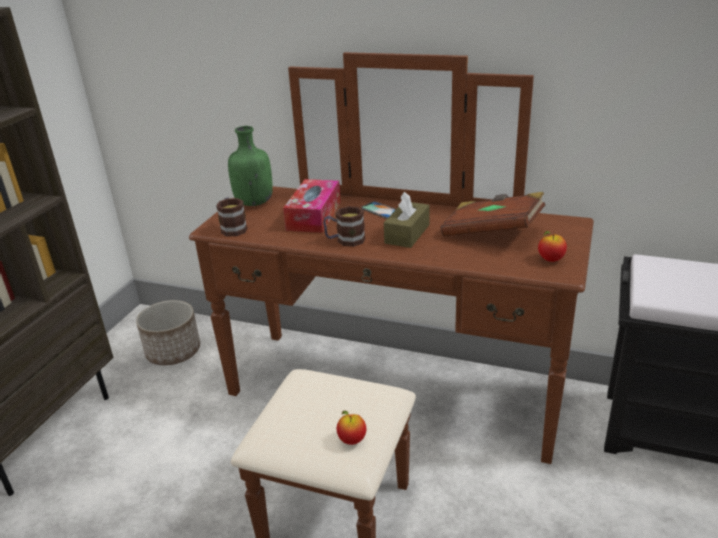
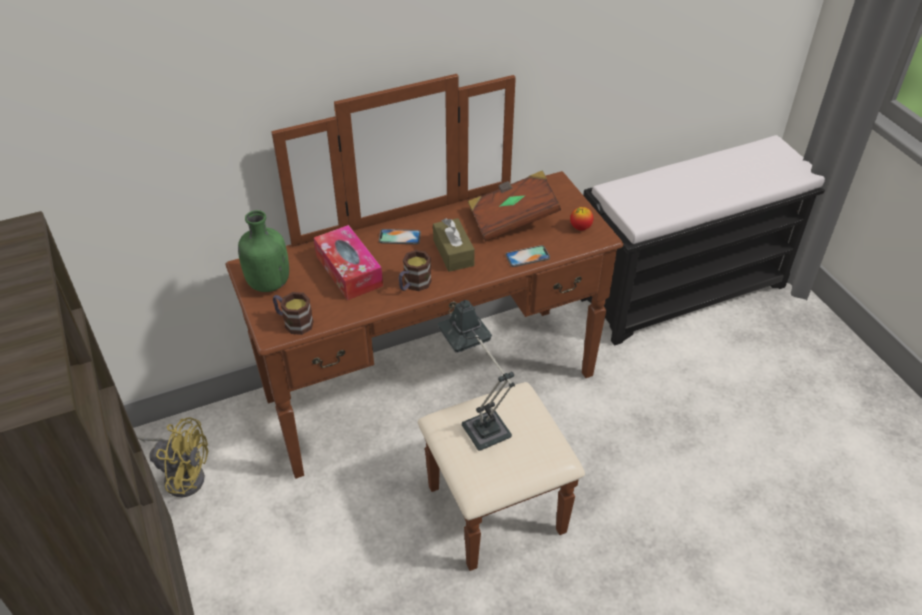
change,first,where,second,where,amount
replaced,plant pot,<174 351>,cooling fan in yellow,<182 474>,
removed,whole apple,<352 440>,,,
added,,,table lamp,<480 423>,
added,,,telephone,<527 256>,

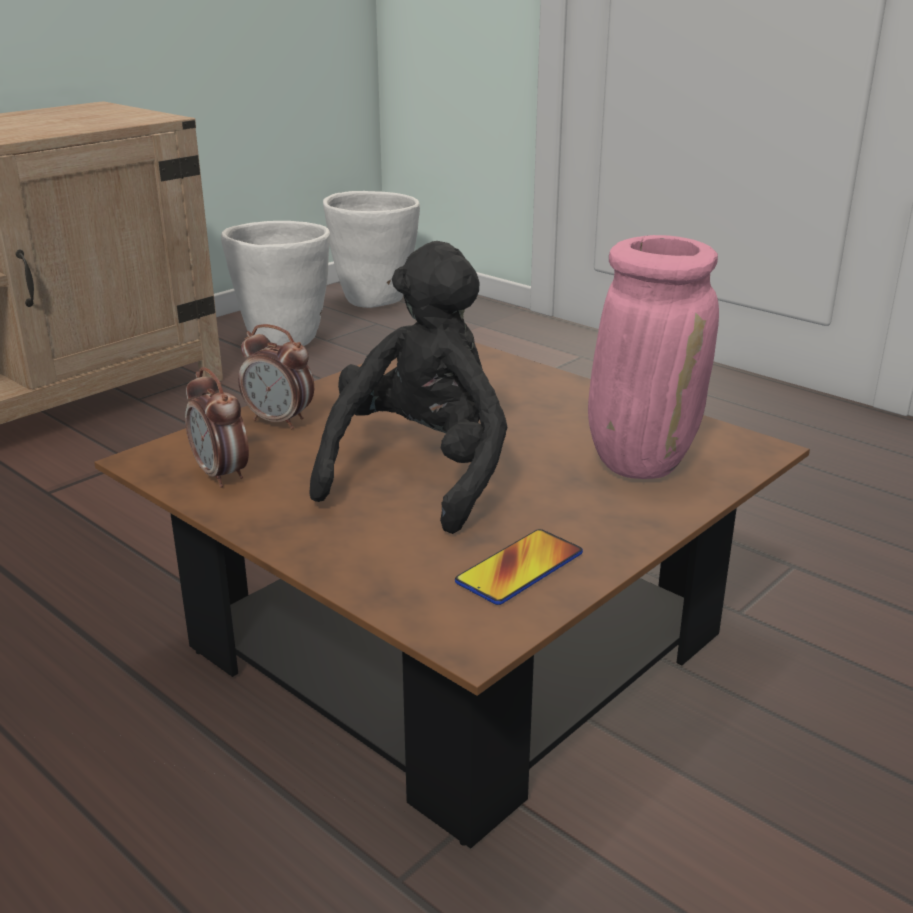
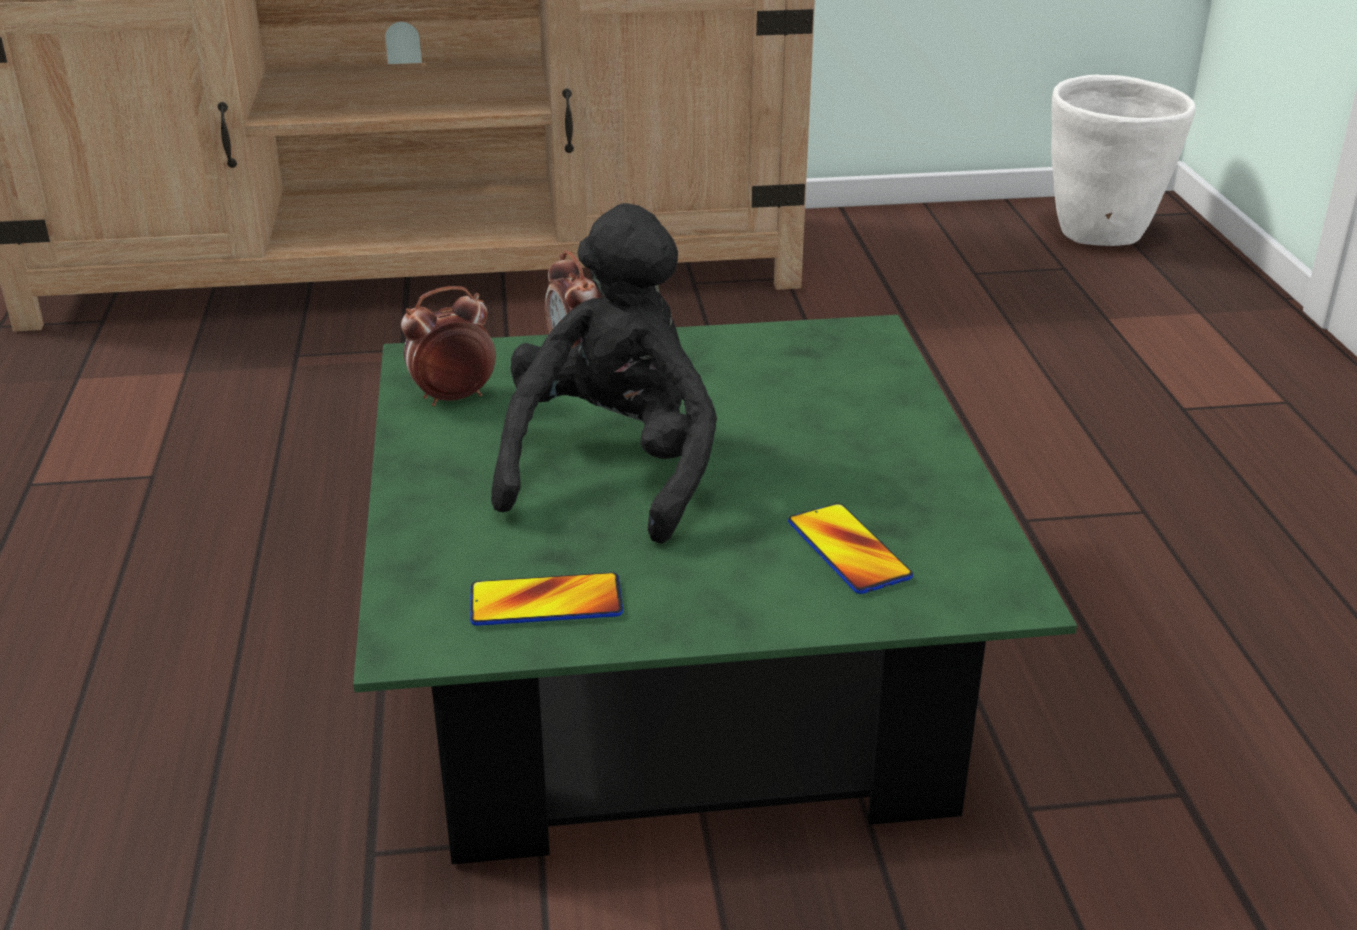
change,first,where,second,where,amount
recoloured,coffee table in brown-coloured,<456 642>,coffee table in greenish,<678 677>,
turned,table clock,<222 475>,,<453 398>,60 degrees clockwise
removed,plant pot in white,<284 341>,,,
turned,plush toy in black-coloured,<420 473>,,<613 468>,45 degrees counterclockwise
replaced,vase in pink-coloured,<641 461>,telephone,<848 550>,

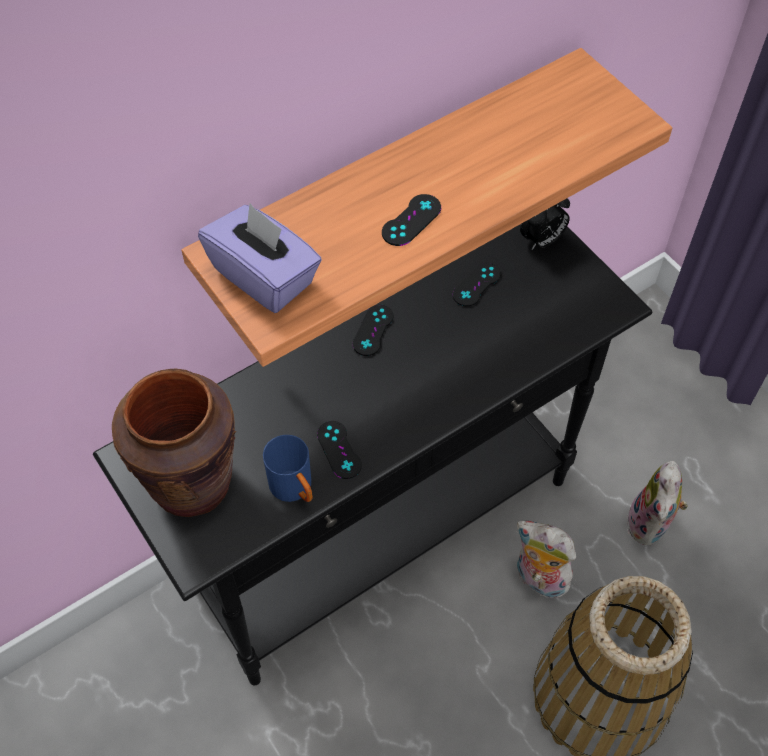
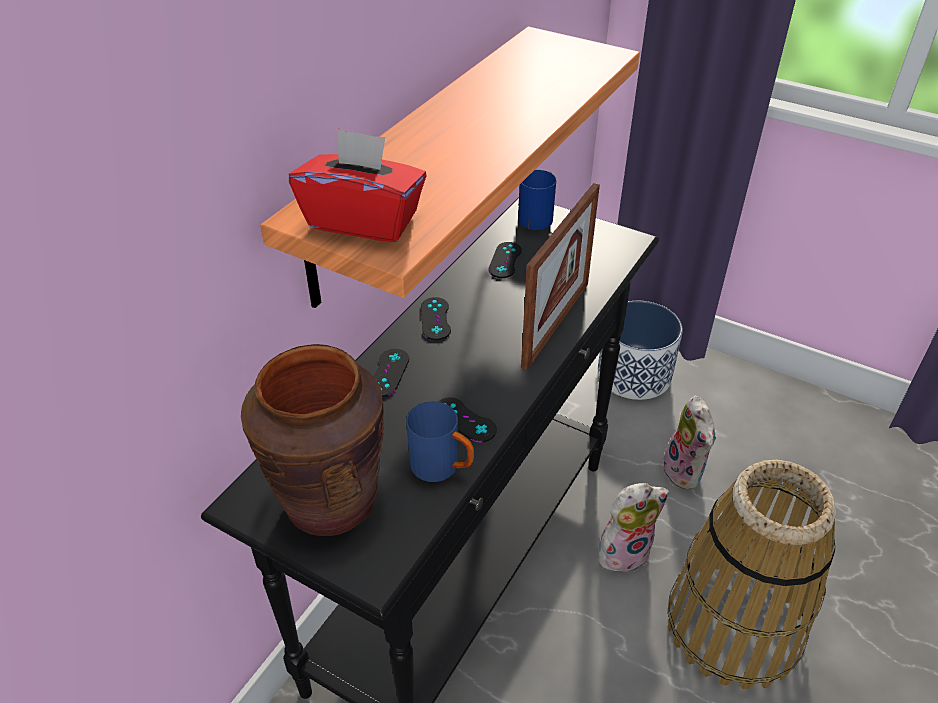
change,first,where,second,where,amount
recoloured,box of tissues in purple,<264 276>,box of tissues in reddish,<363 220>,
moved,joypad in black-coloured,<411 220>,,<388 373>,
turned,plush toy,<538 579>,,<623 551>,150 degrees clockwise
replaced,table clock,<542 240>,coffee mug in bluish,<538 217>,
added,,,picture frame,<556 323>,
added,,,plant pot,<634 374>,

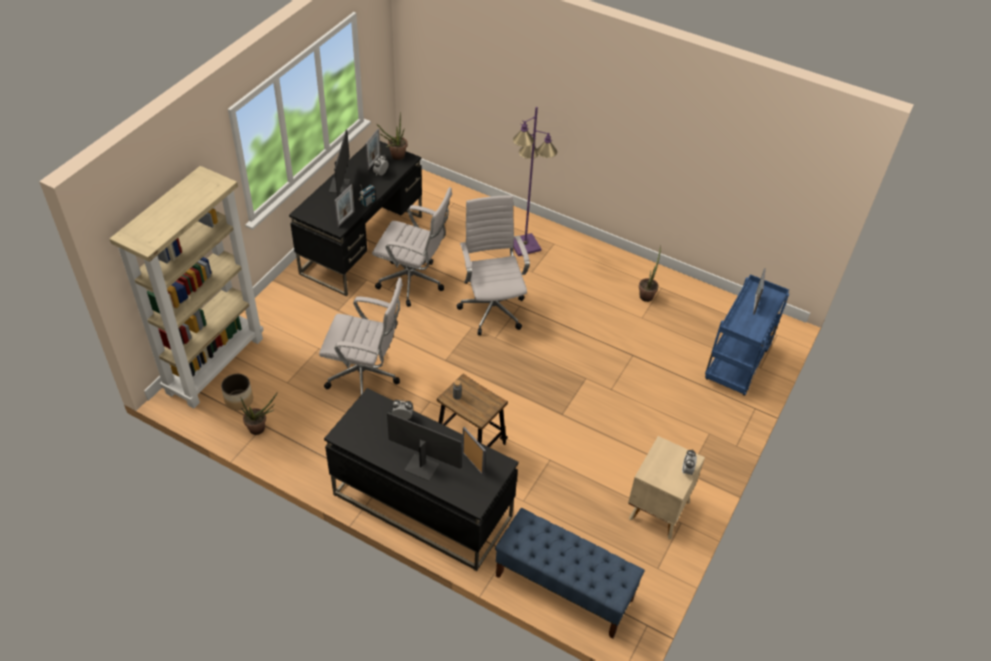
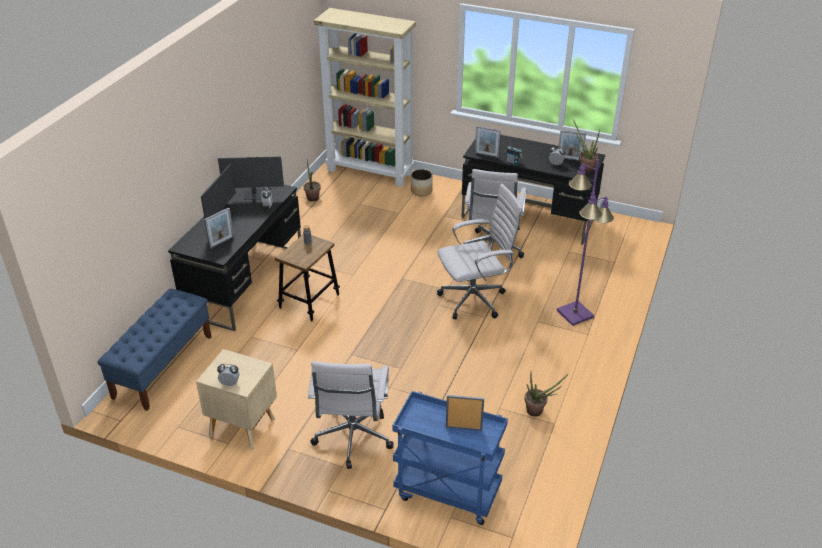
change,first,where,second,where,amount
moved,plant pot,<239 400>,,<421 191>,
moved,desk chair in white,<366 377>,,<352 440>,
moved,monitor,<340 185>,,<255 195>,

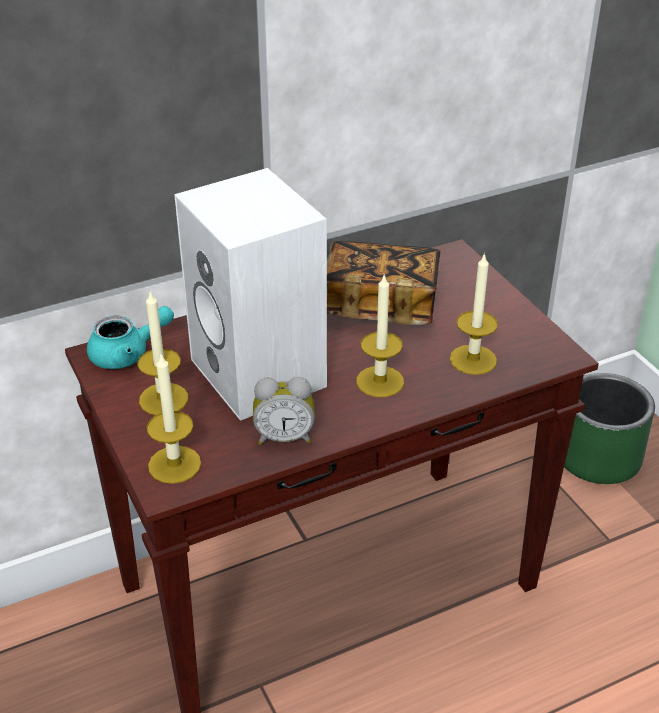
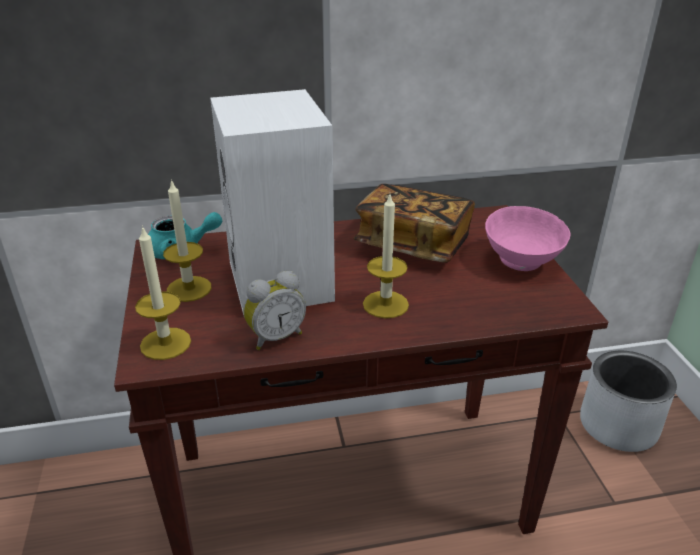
change,first,where,second,where,amount
turned,table clock,<284 437>,,<275 337>,45 degrees counterclockwise
removed,wax candle,<473 360>,,,
recoloured,plant pot in greenish,<598 457>,plant pot in greyish,<618 425>,
added,,,bowl in pink-coloured,<520 262>,

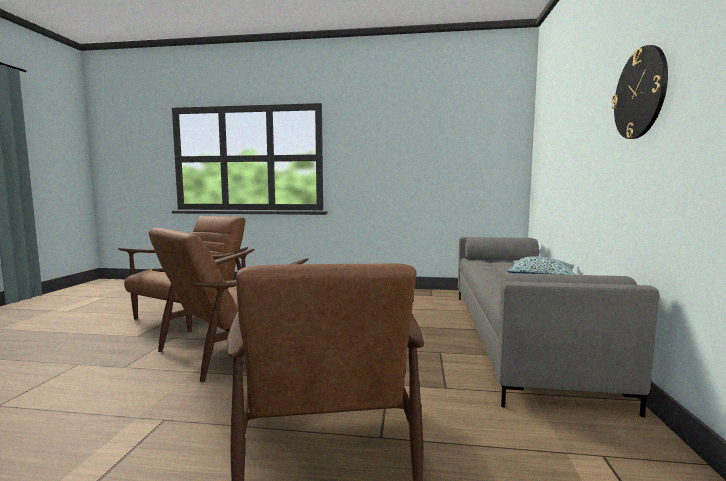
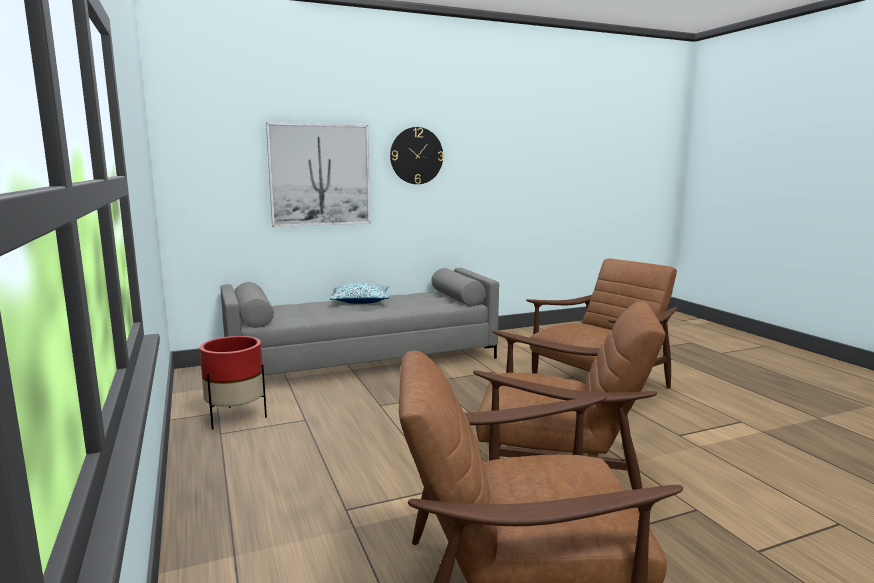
change,first,where,second,where,amount
added,,,plant pot in reddish,<236 417>,
added,,,wall picture,<320 175>,

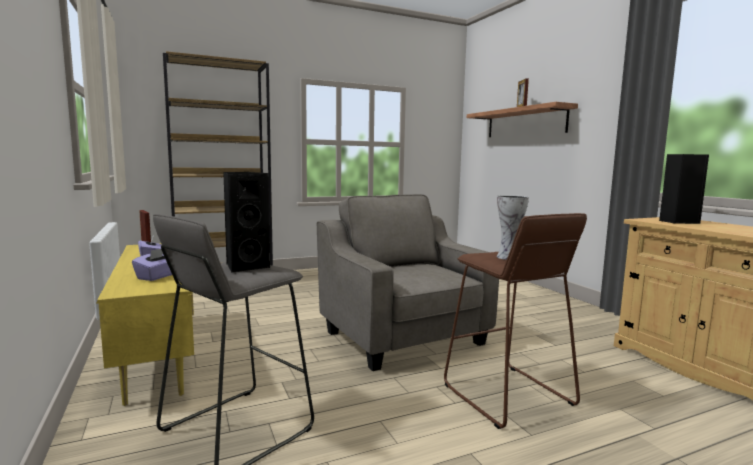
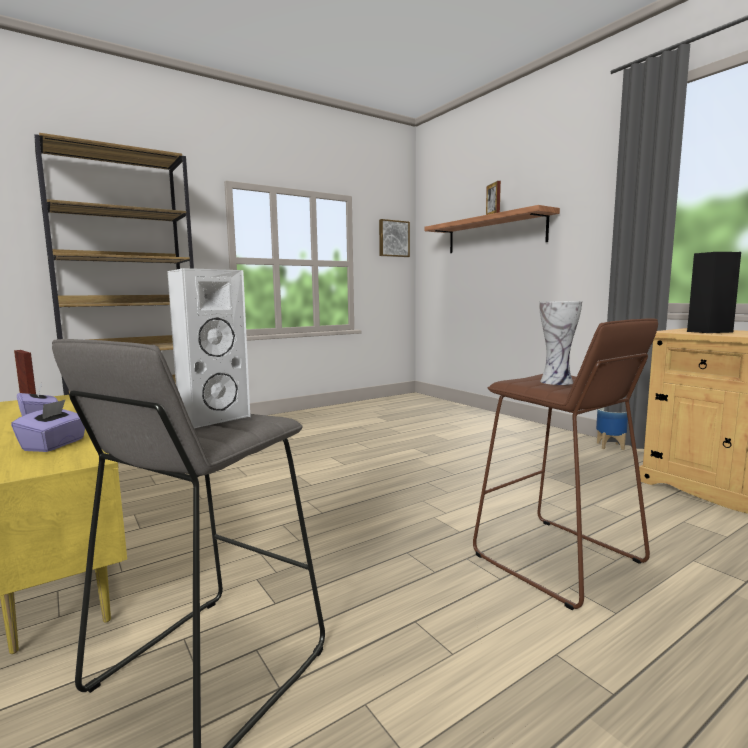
change,first,where,second,where,amount
recoloured,audio speaker in black-coloured,<245 266>,audio speaker in white,<211 418>,
removed,lounge chair in greyish,<404 337>,,,
added,,,wall picture,<393 238>,
added,,,plant pot,<610 446>,

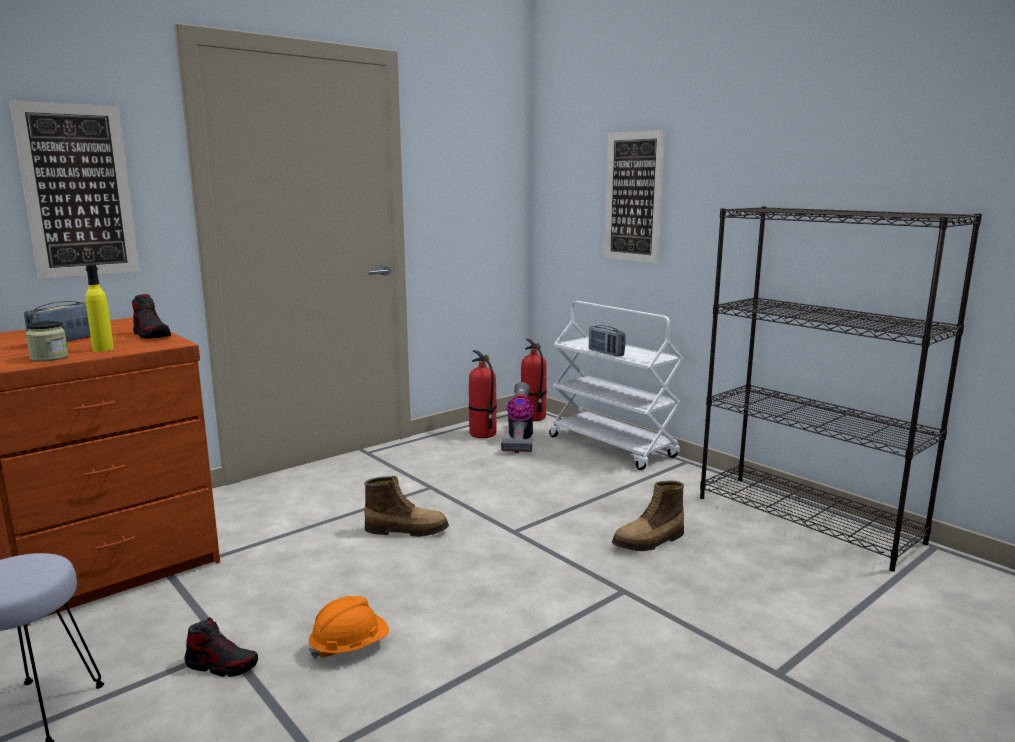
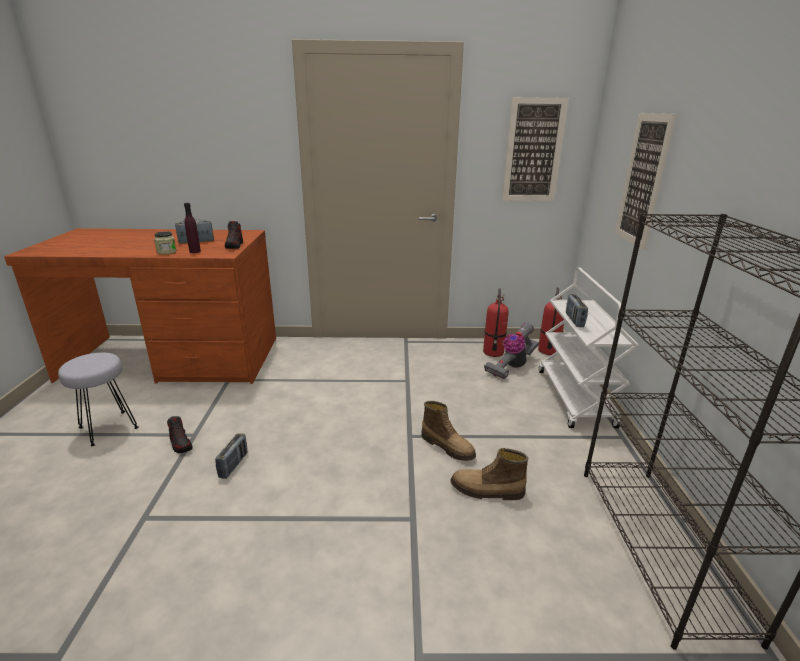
change,first,where,second,where,amount
moved,wall picture,<78 191>,,<533 151>,
recoloured,bottle in yellow,<103 349>,bottle in purple,<195 251>,
replaced,safety helmet in orangey,<350 647>,radio set,<233 465>,
moved,high-top boot,<407 530>,,<448 447>,

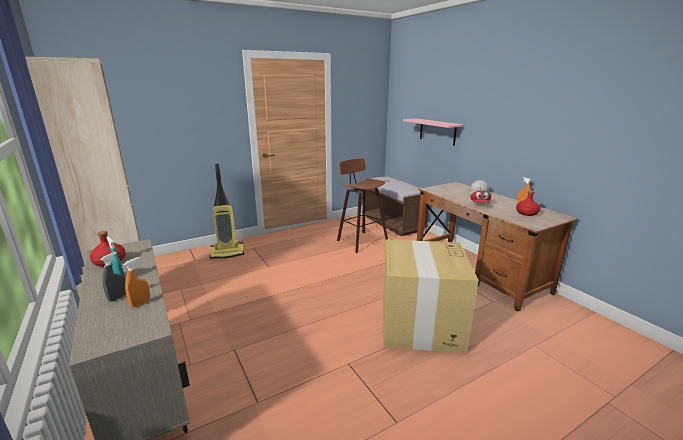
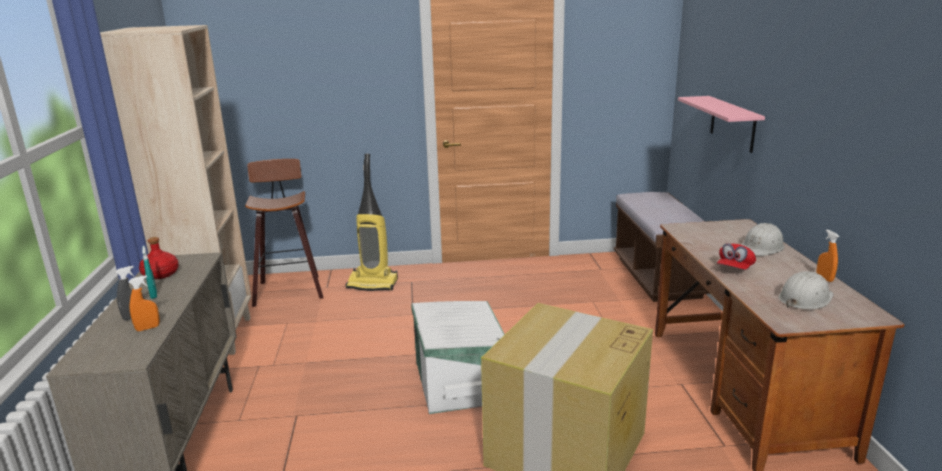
change,first,where,second,where,amount
moved,sitting stool,<360 241>,,<288 289>,
replaced,bottle in reddish,<526 213>,safety helmet in white,<805 298>,
added,,,storage container in white,<461 380>,

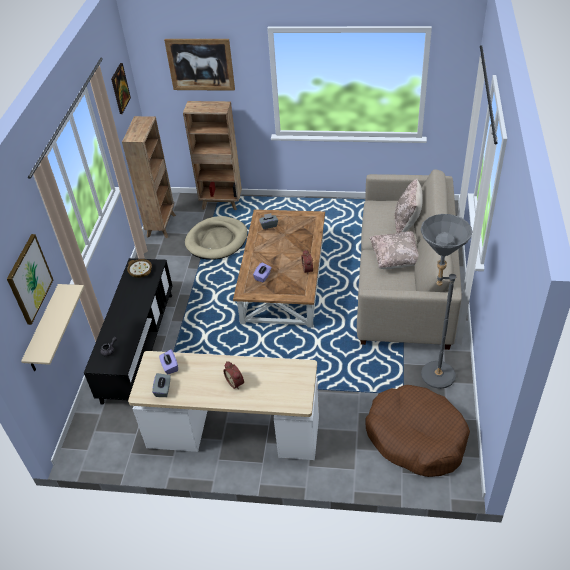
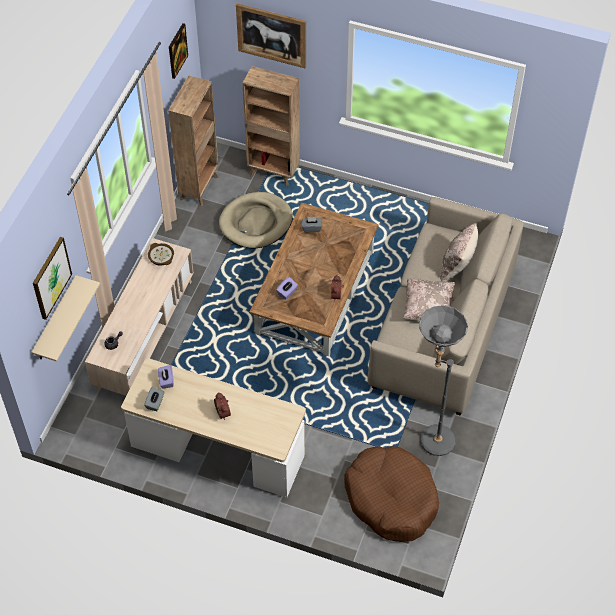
change,first,where,second,where,amount
recoloured,tv unit in black-coloured,<138 346>,tv unit in beige-coloured,<144 334>,

